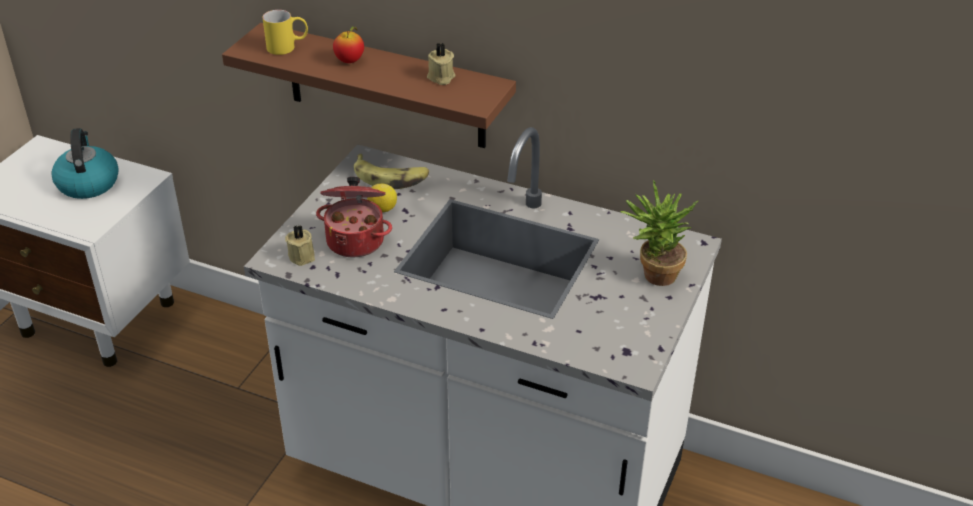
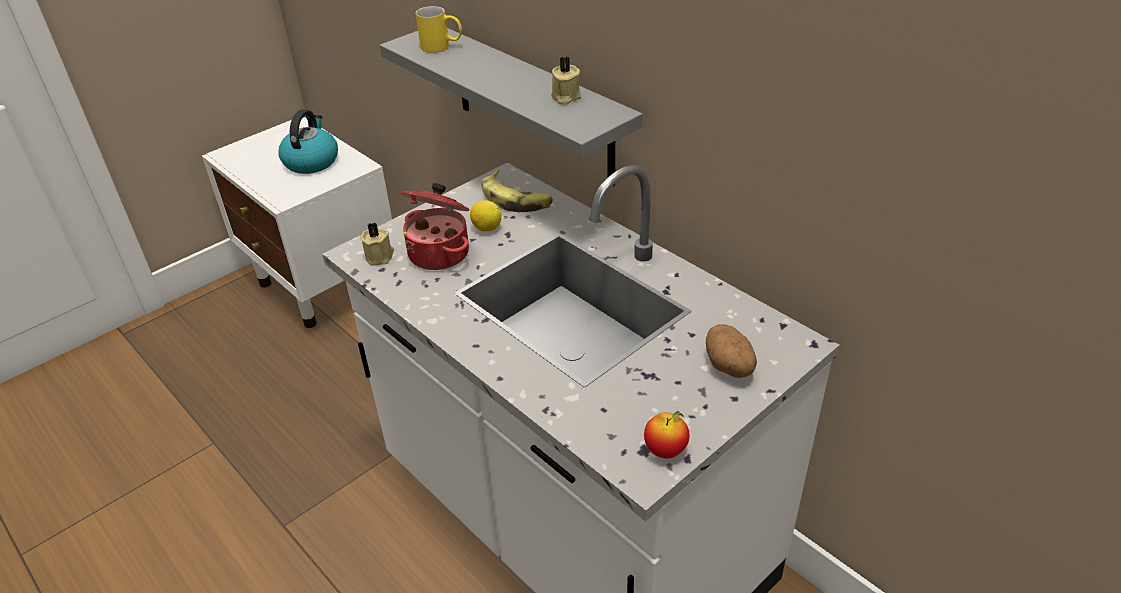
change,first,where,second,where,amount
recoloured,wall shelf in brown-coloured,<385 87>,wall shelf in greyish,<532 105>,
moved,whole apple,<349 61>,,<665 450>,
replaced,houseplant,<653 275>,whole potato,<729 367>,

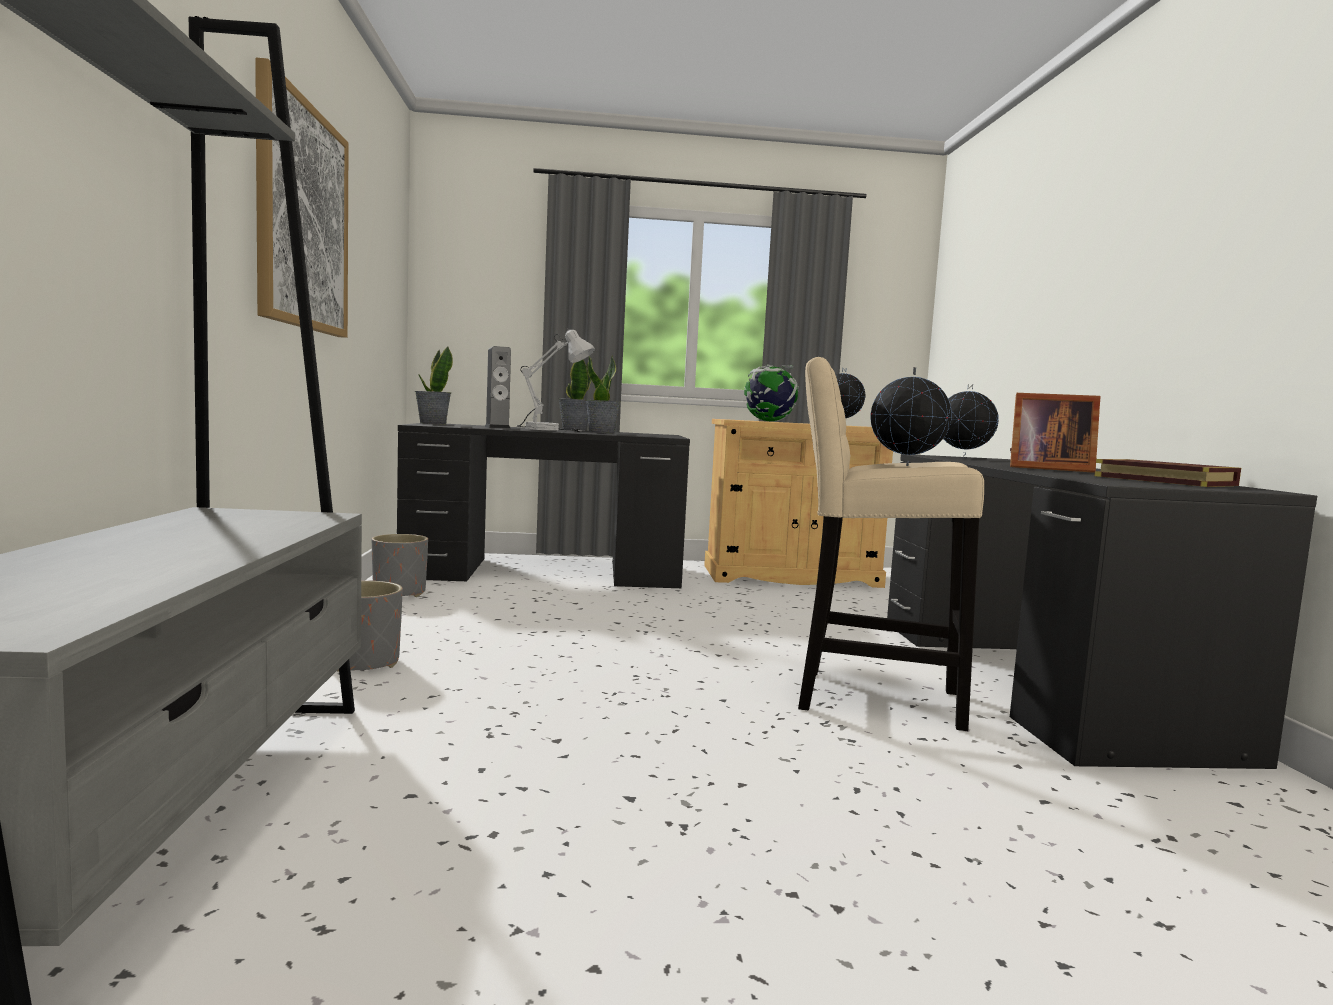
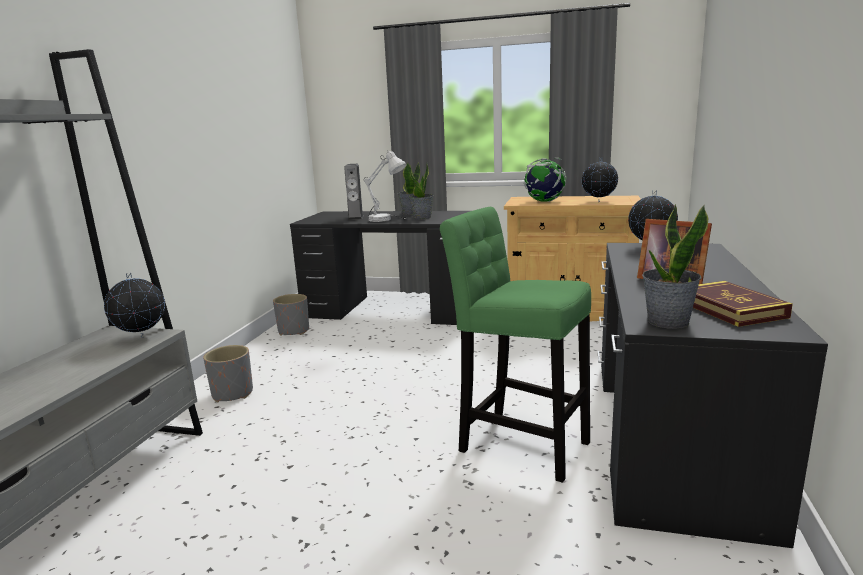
change,first,where,second,where,amount
removed,wall picture,<302 218>,,,
moved,houseplant,<432 423>,,<667 322>,
recoloured,sitting stool in beige-coloured,<868 697>,sitting stool in greenish,<518 443>,
moved,world globe,<905 465>,,<141 337>,

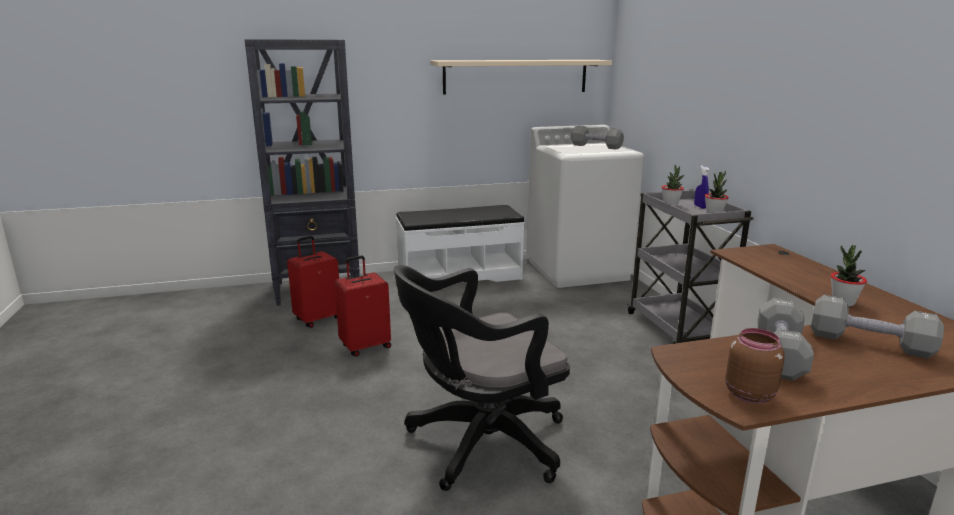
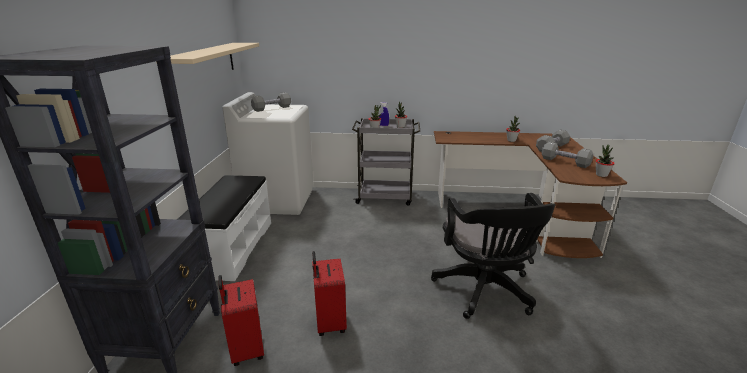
change,first,where,second,where,amount
replaced,storage jar in brown-coloured,<748 394>,houseplant,<601 175>,

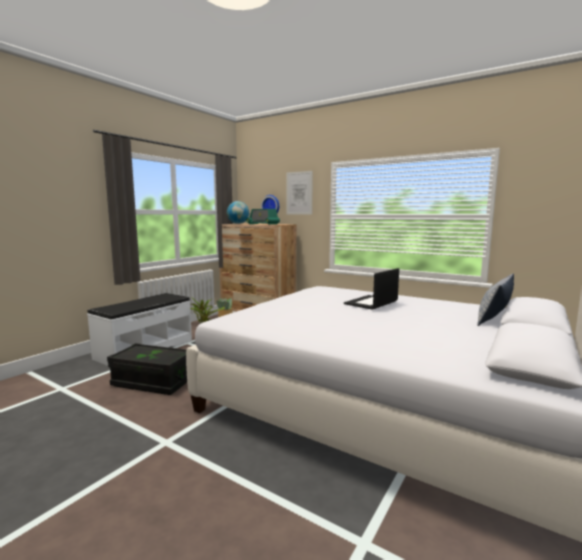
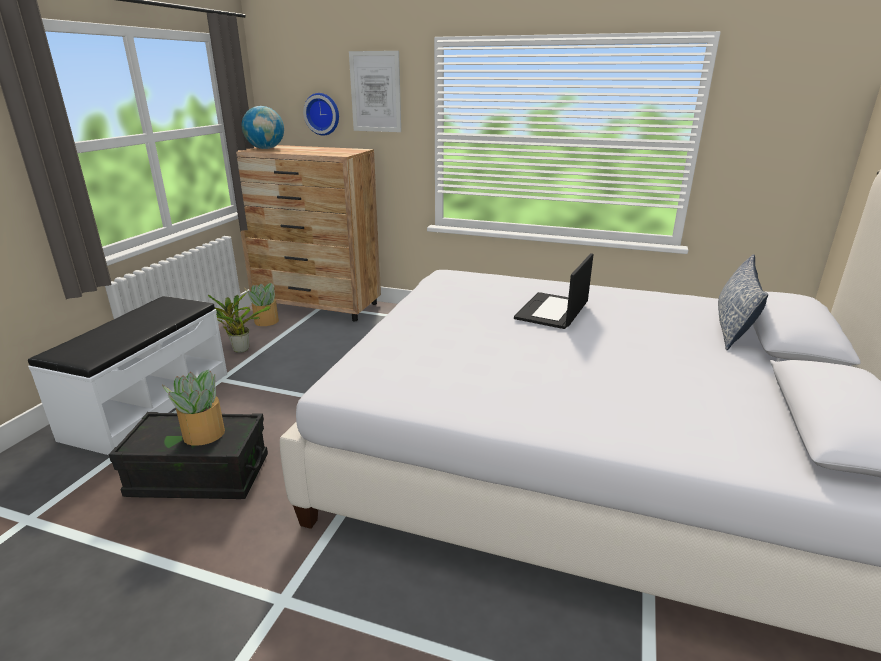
change,first,where,second,where,amount
removed,radio set,<263 224>,,,
added,,,houseplant,<203 434>,

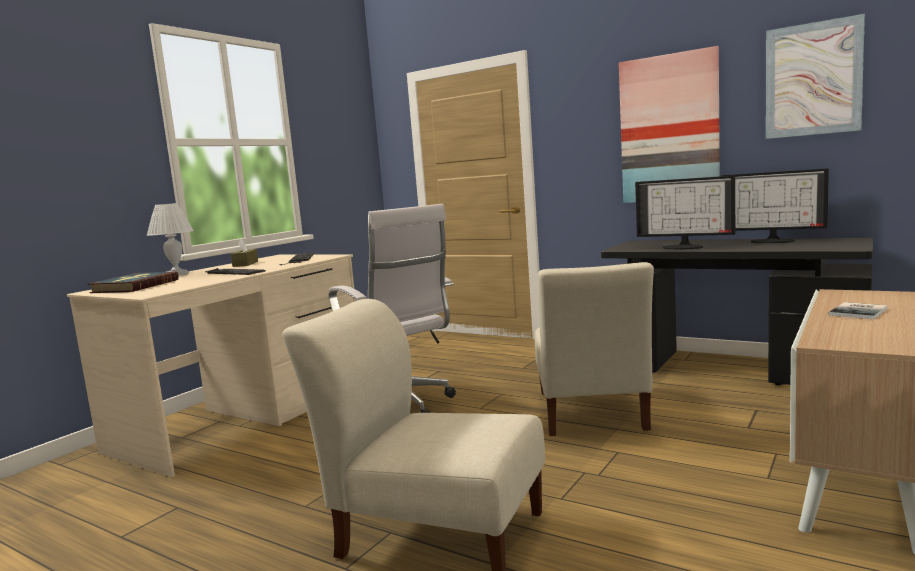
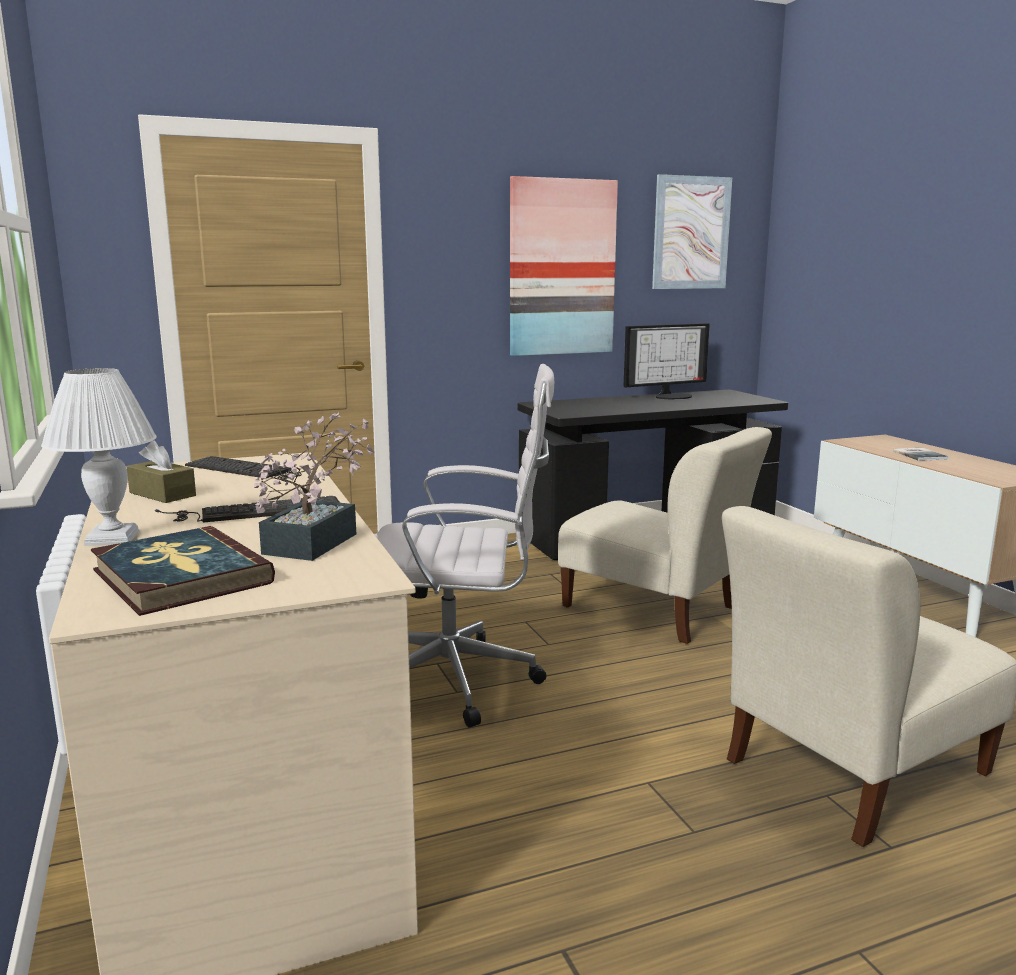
change,first,where,second,where,amount
removed,monitor,<683 247>,,,
added,,,houseplant,<318 540>,

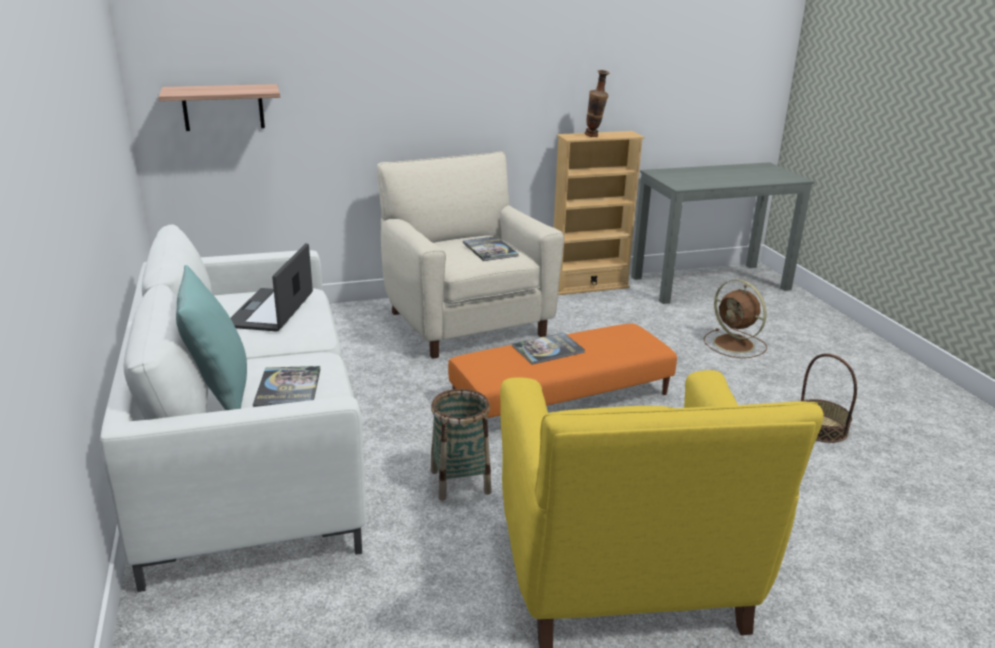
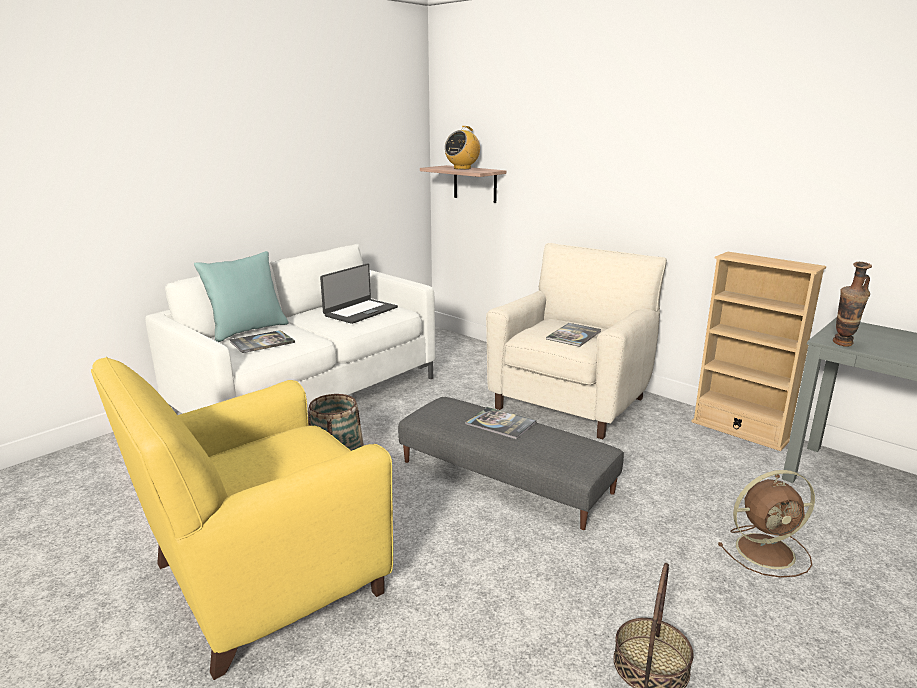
change,first,where,second,where,amount
turned,notebook computer,<272 310>,,<360 311>,150 degrees clockwise
recoloured,footrest in orangey,<561 397>,footrest in greyish,<505 476>,
moved,vase,<594 136>,,<843 345>,
turned,cooling fan in brown-coloured,<735 344>,,<767 551>,120 degrees counterclockwise
added,,,radio set,<462 168>,

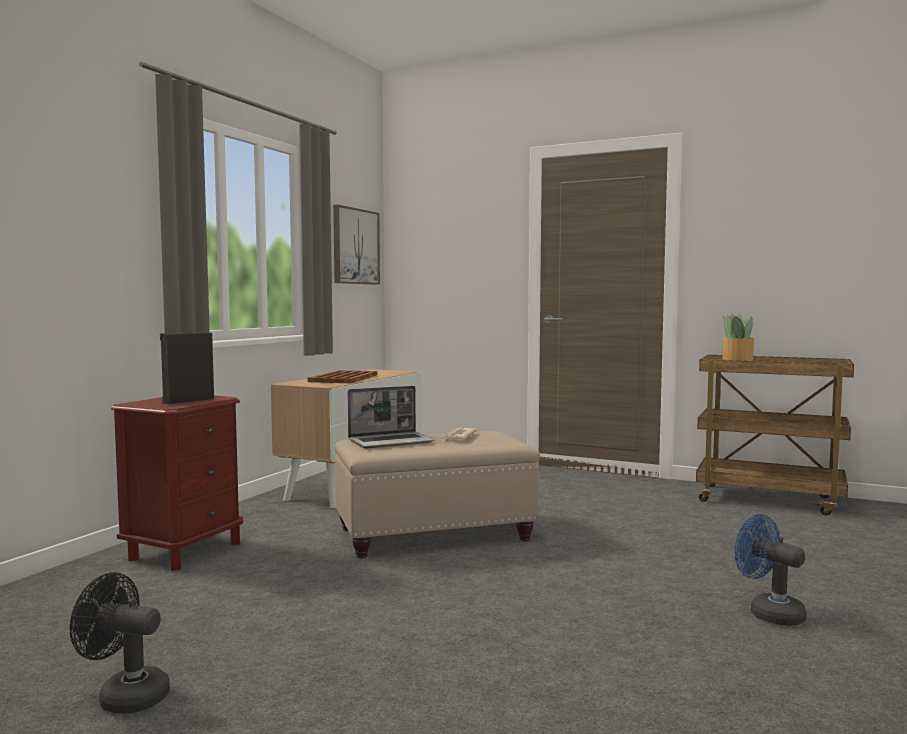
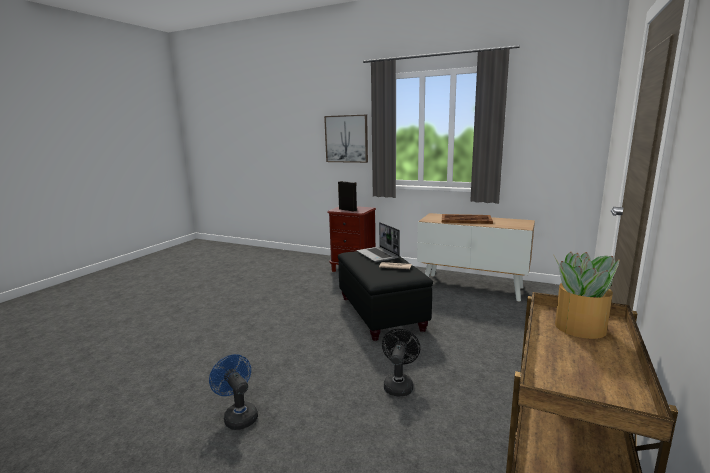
change,first,where,second,where,amount
moved,cooling fan in black-coloured,<125 696>,,<399 384>,
moved,wall picture,<355 246>,,<346 139>,
recoloured,footrest in beige-coloured,<435 534>,footrest in black-coloured,<381 313>,
turned,cooling fan in bluish,<768 612>,,<238 415>,90 degrees counterclockwise

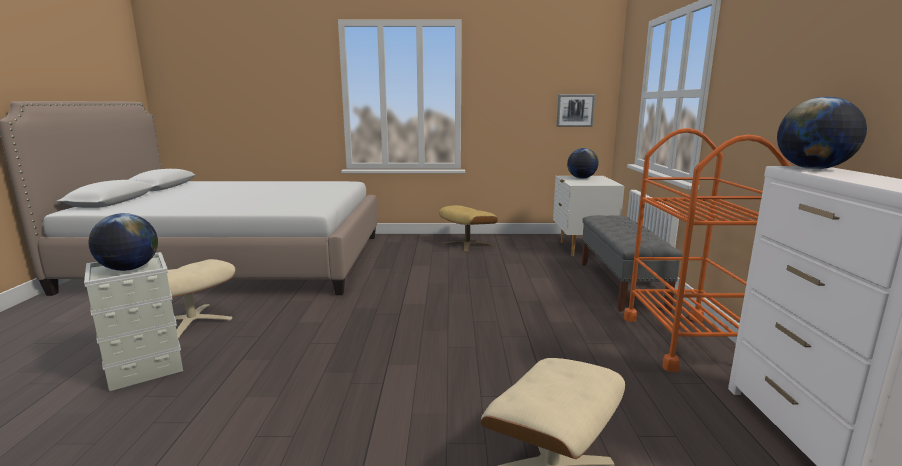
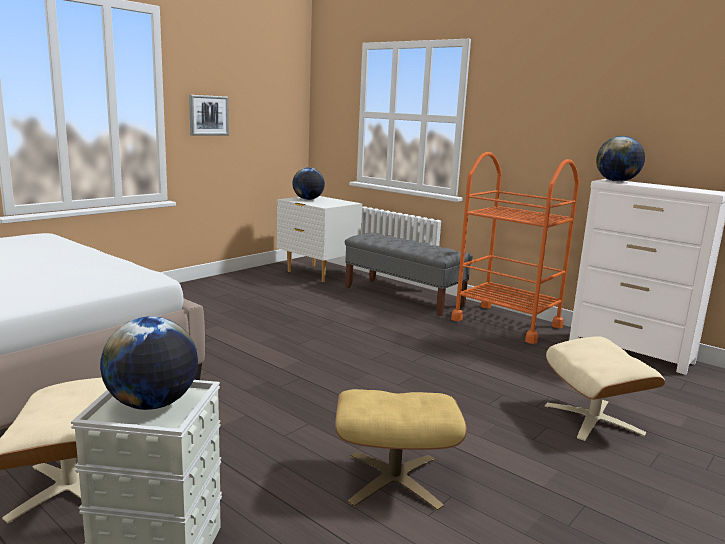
change,first,where,second,where,amount
moved,footrest in beige-coloured,<467 244>,,<393 480>,
moved,wall picture,<575 110>,,<208 115>,

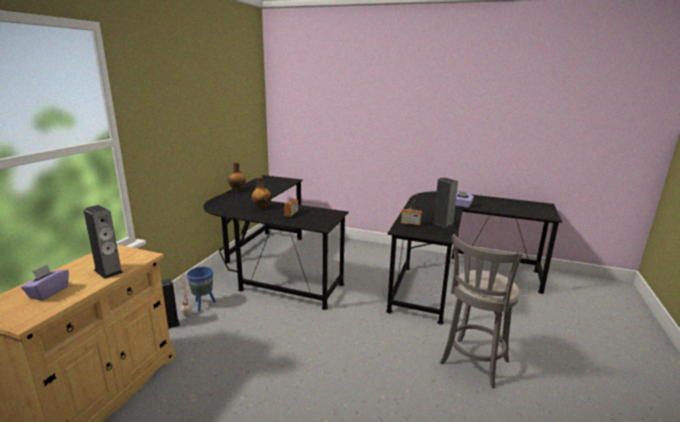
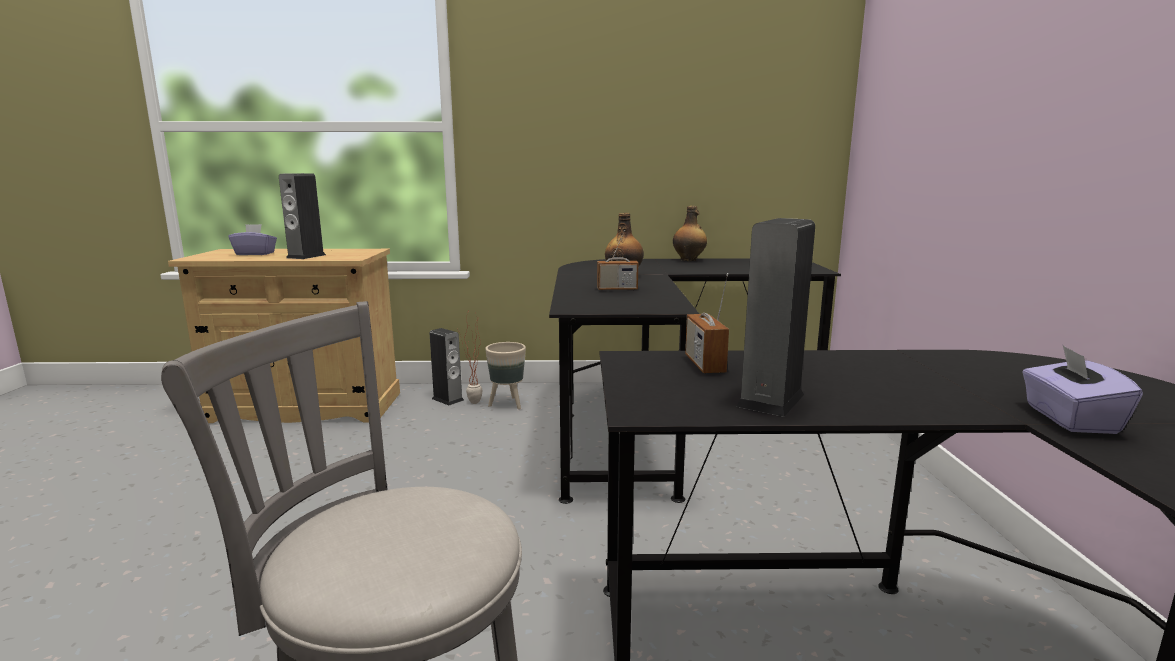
change,first,where,second,where,amount
recoloured,plant pot in bluish,<203 304>,plant pot in beige-coloured,<508 404>,

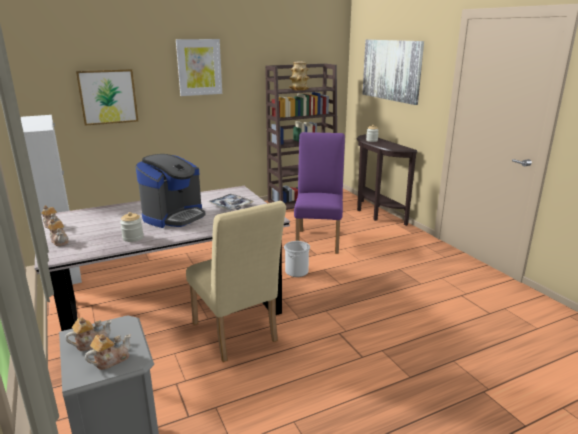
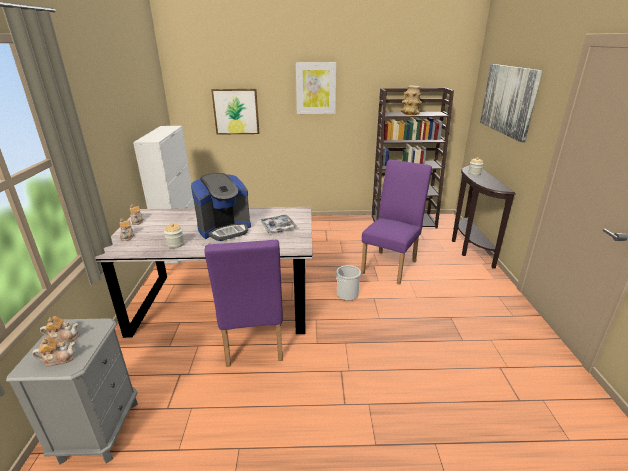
change,first,where,second,where,amount
recoloured,chair in beige-coloured,<236 336>,chair in purple,<253 344>,

